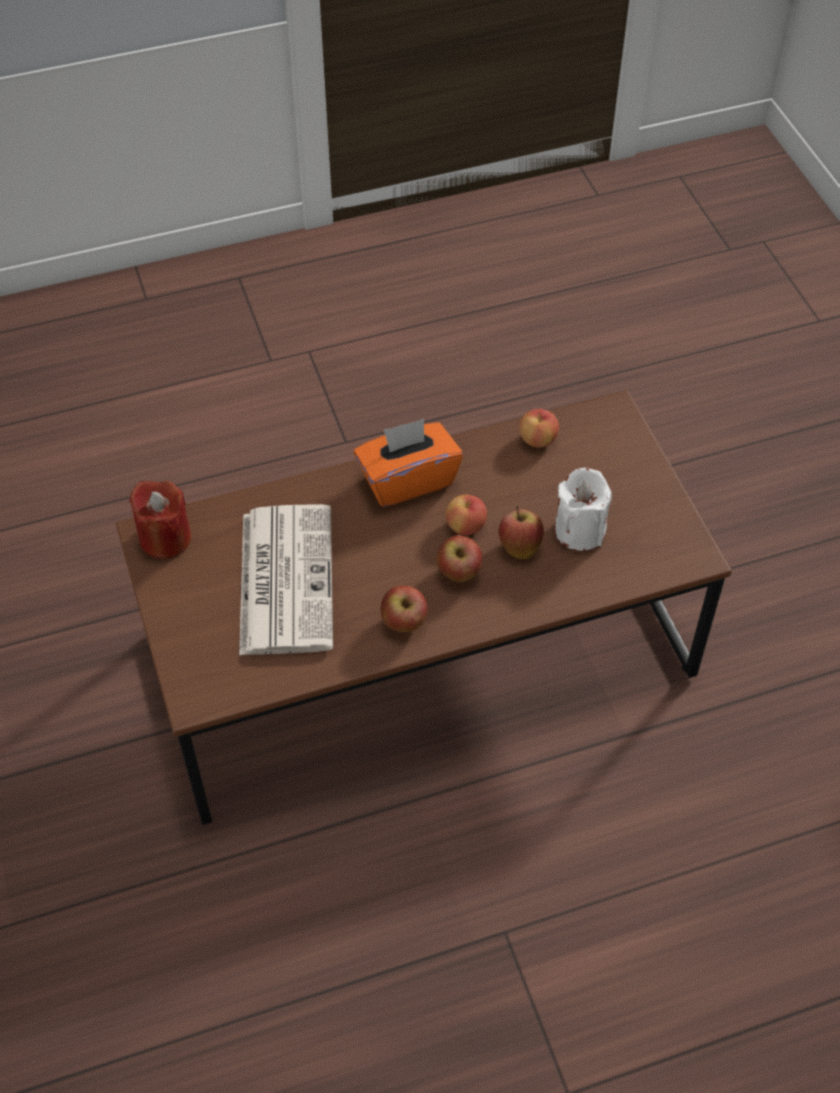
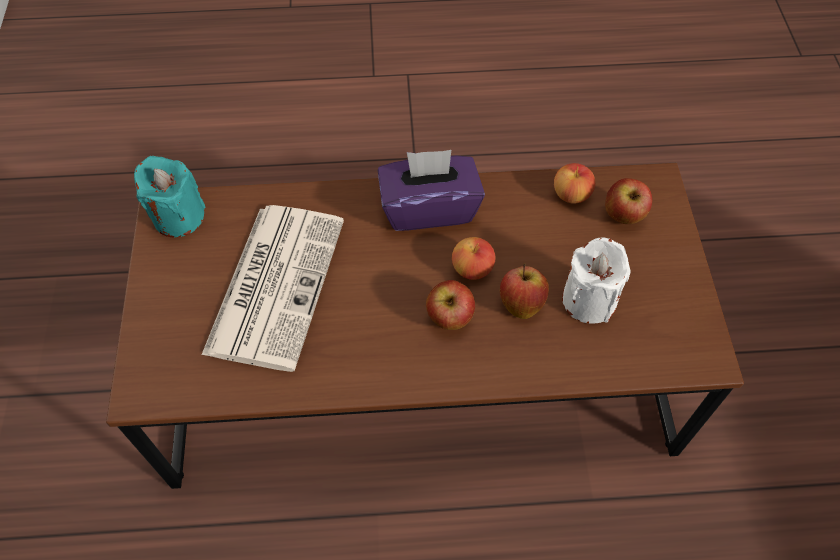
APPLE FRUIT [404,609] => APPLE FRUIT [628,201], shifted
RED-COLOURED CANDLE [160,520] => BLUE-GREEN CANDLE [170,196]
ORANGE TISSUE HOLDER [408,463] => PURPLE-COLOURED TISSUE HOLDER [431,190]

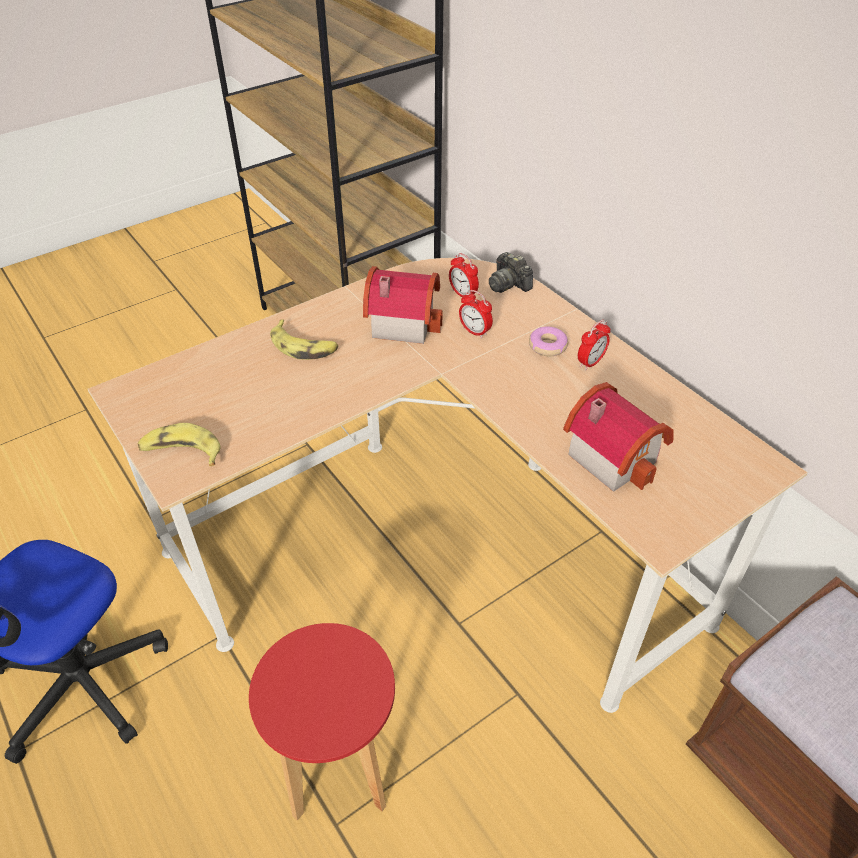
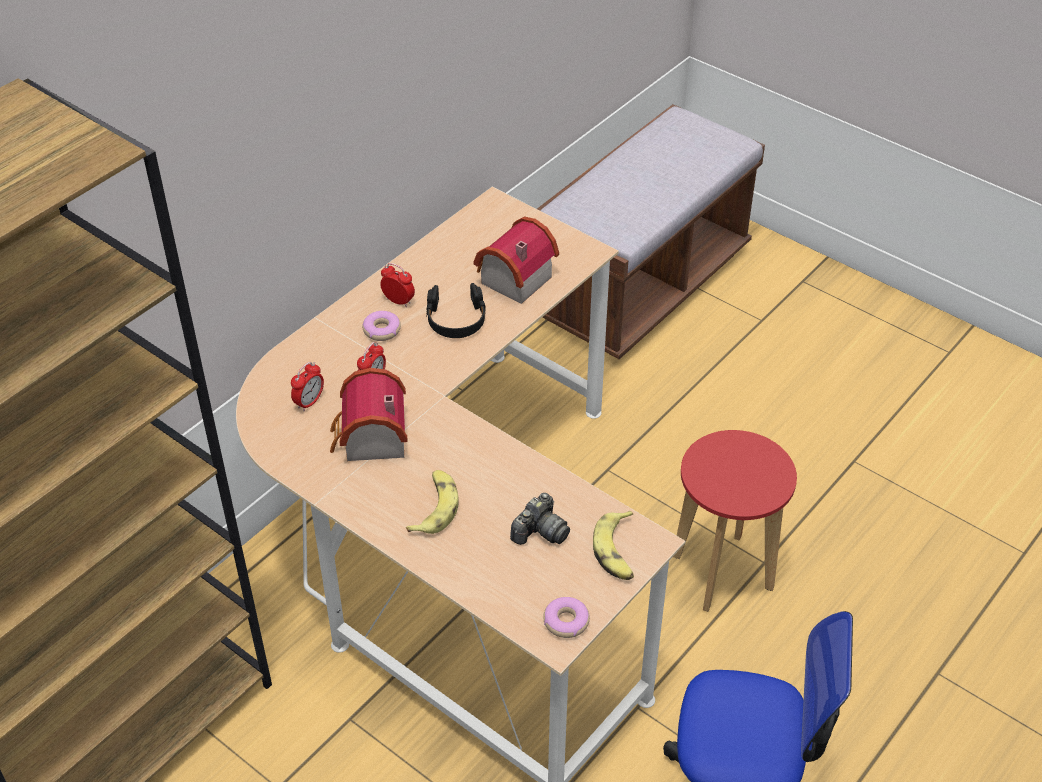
nothing => BLACK-COLOURED HEADPHONES [456,310]
nothing => DONUT [566,617]
STILL CAMERA [511,272] => STILL CAMERA [540,519], shifted

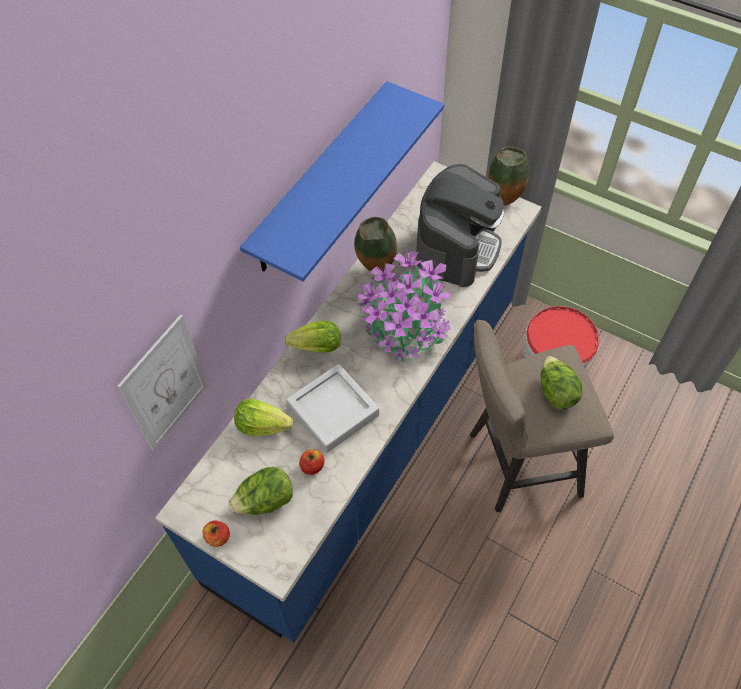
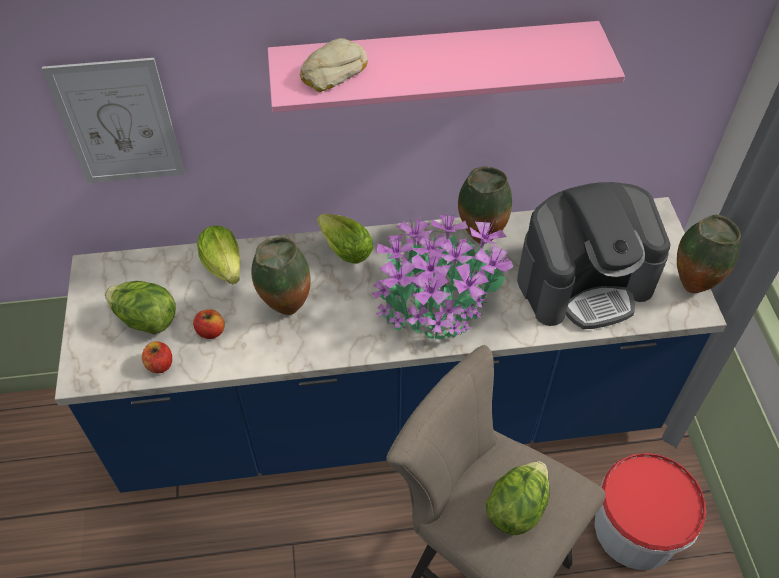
nothing => BREAD [334,65]
APPLE FRUIT [216,534] => APPLE FRUIT [157,357], shifted
GREYISH TRAY [332,408] => VASE [281,276]
BLUISH BRACKET SHELF [342,181] => PINK BRACKET SHELF [446,66]

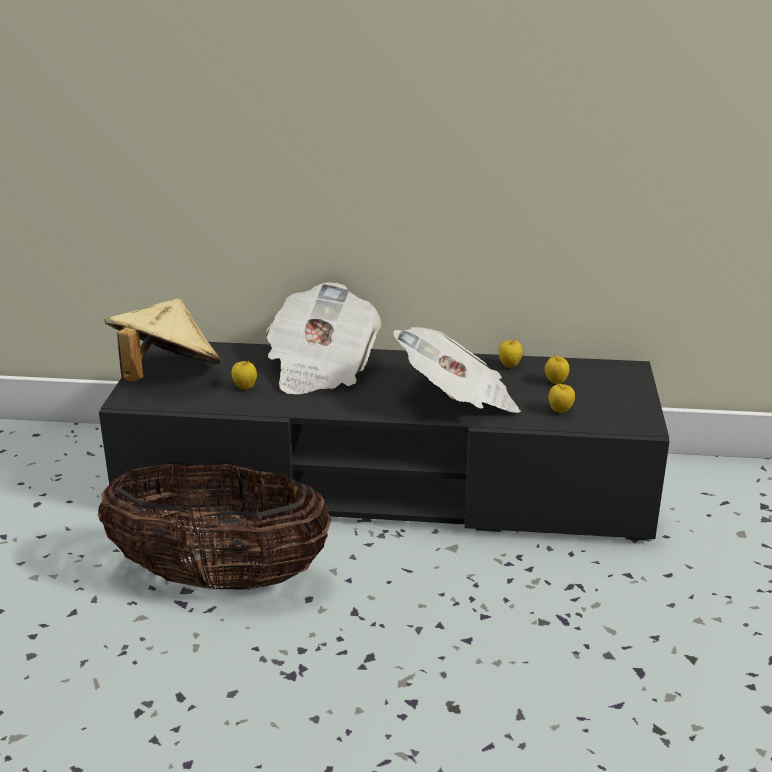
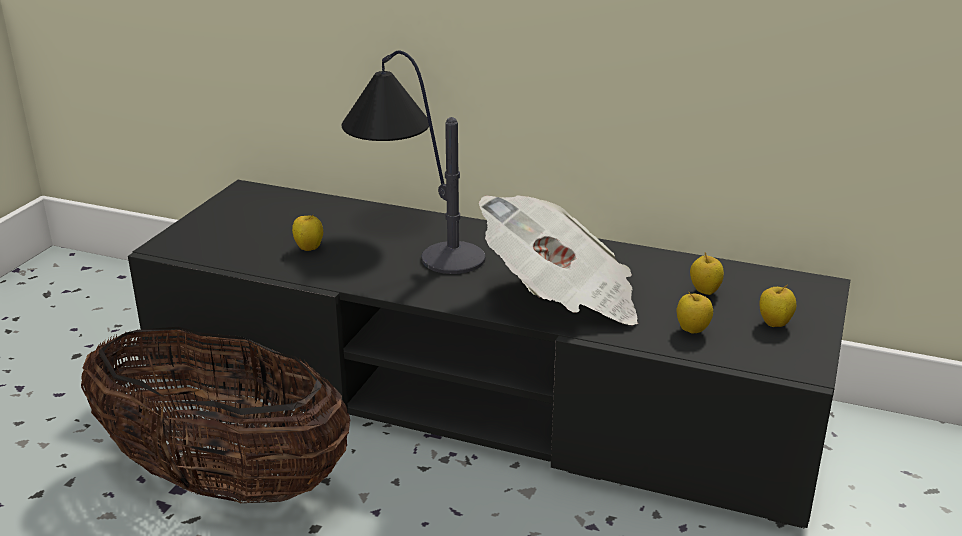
SAND-COLOURED WEARABLE HAT [162,340] => nothing
APPLE FRUIT [511,353] => APPLE FRUIT [778,306], shifted
DAILY PAPER [323,338] => TABLETOP LAMP [413,162]

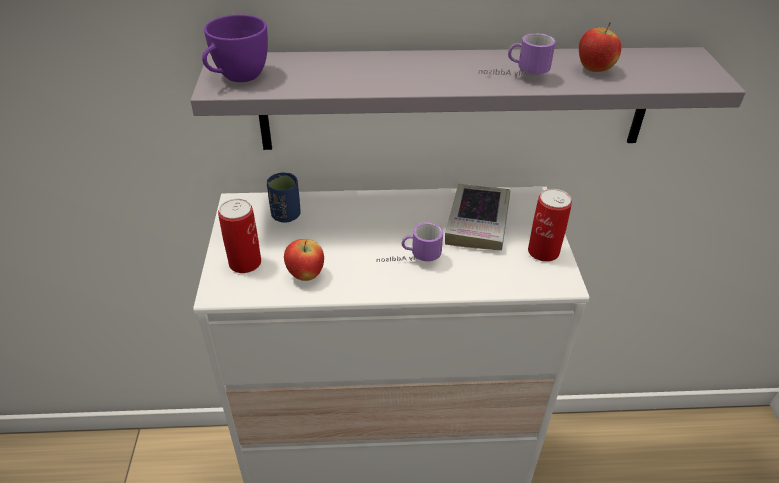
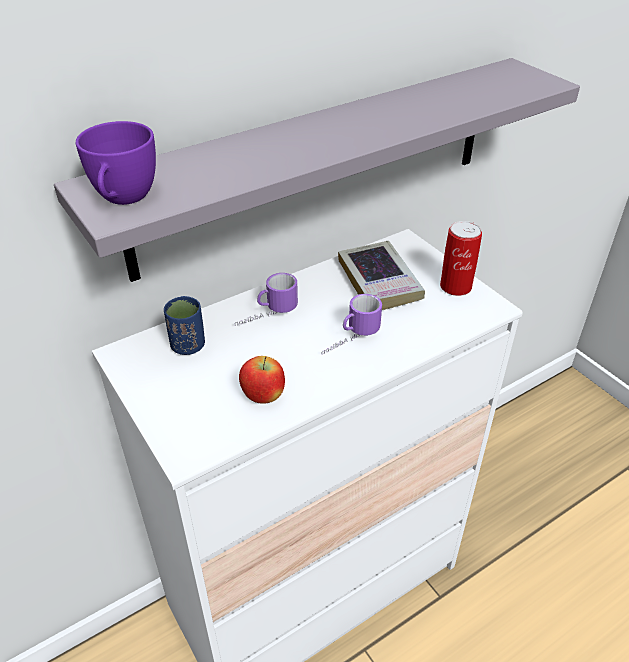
SEALED CAN [239,236] => nothing
APPLE FRUIT [600,47] => nothing
MUG [517,55] => MUG [266,299], shifted

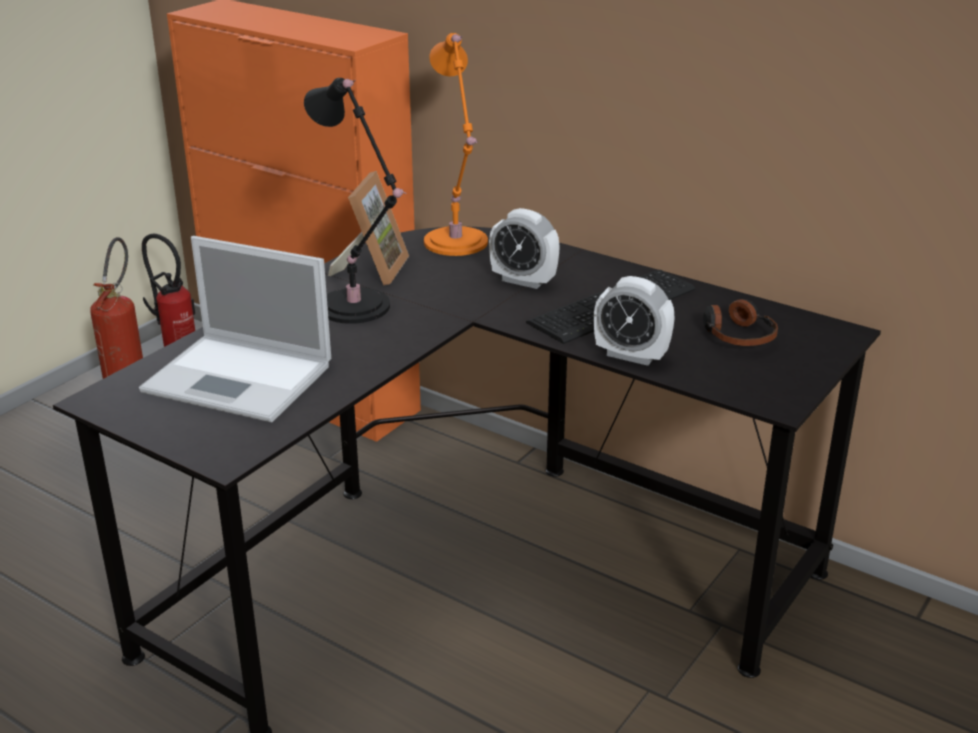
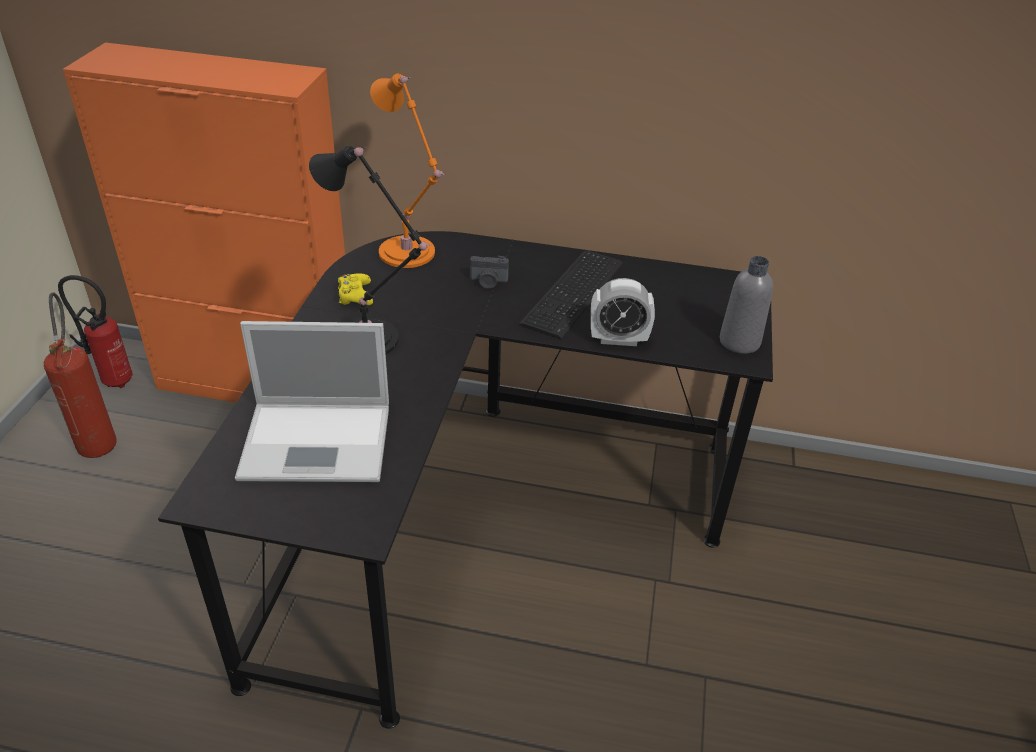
HEADPHONES [740,322] => nothing
nothing => GREYISH DRINK BOTTLE [746,305]
PICTURE FRAME [368,228] => YELLOW-COLOURED JOYPAD [355,289]
BEDSIDE CLOCK [524,248] => STILL CAMERA [489,272]

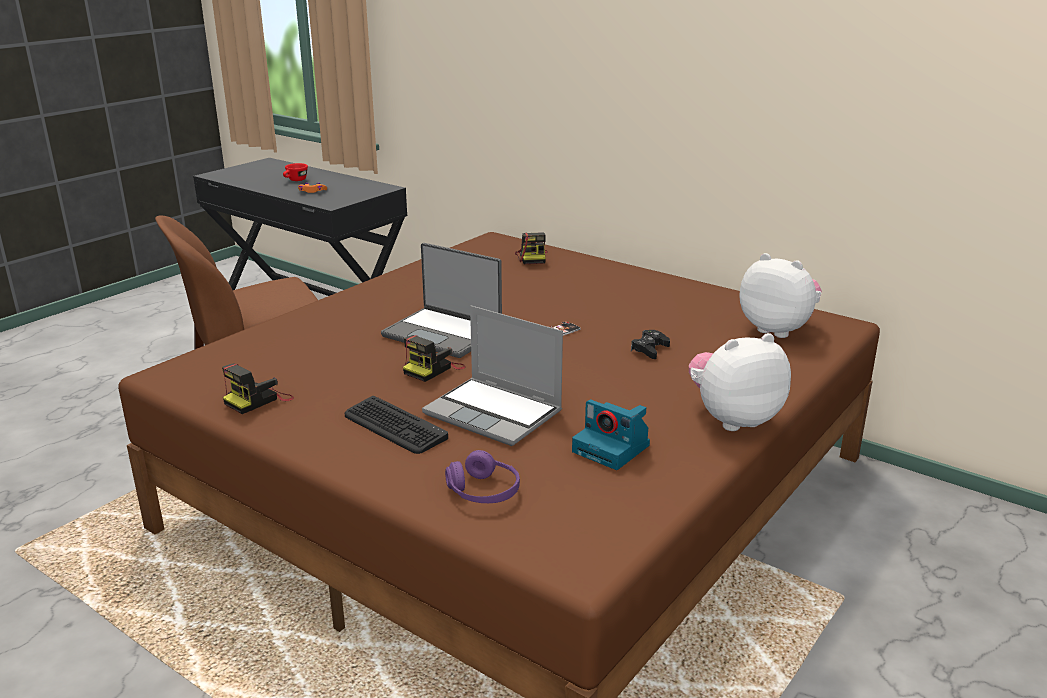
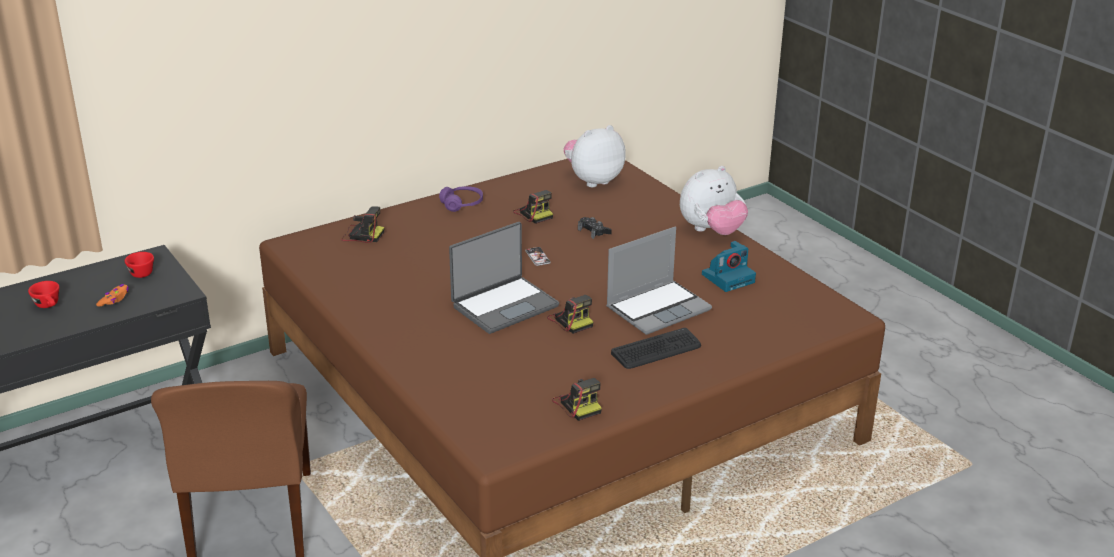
nothing => RED-COLOURED CUP [139,265]
nothing => STILL CAMERA [533,207]
PURPLE-COLOURED HEADPHONES [482,476] => PURPLE-COLOURED HEADPHONES [461,199], shifted
SOFT TOY [740,382] => SOFT TOY [714,200], 120 degrees counterclockwise

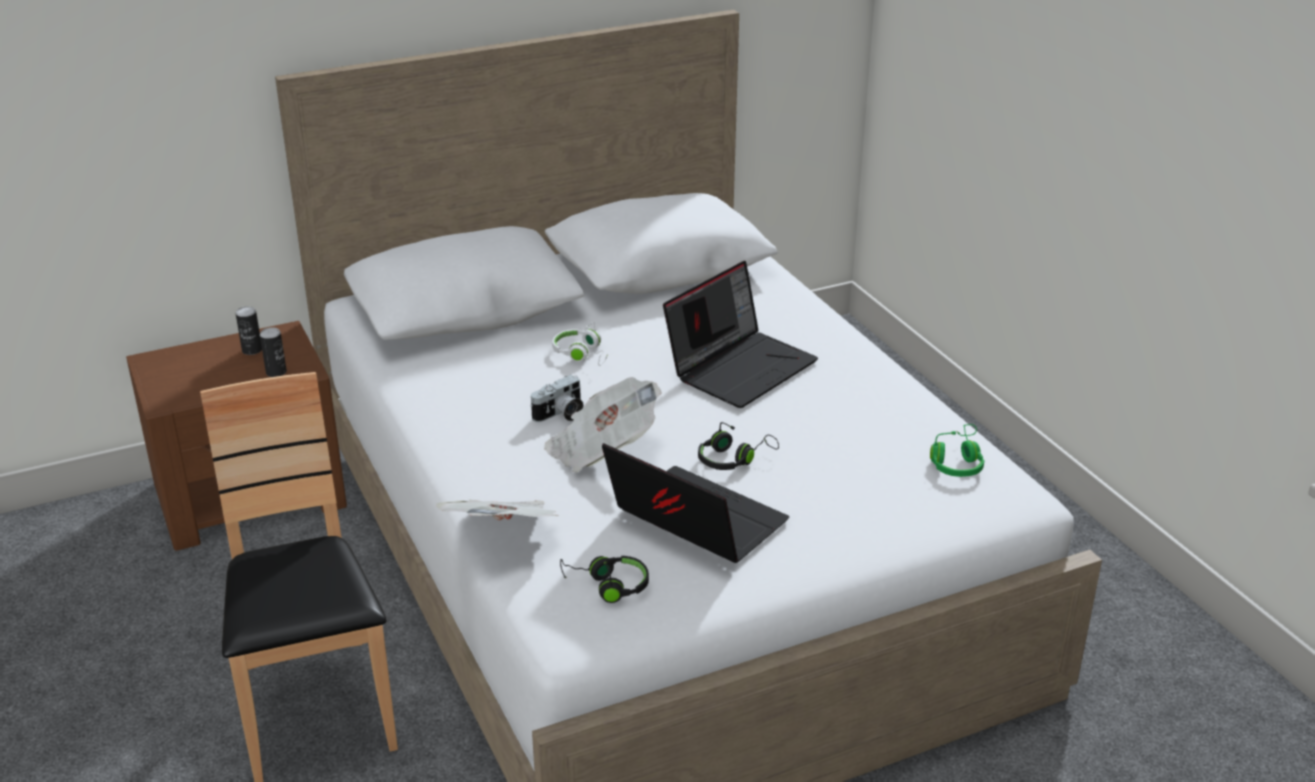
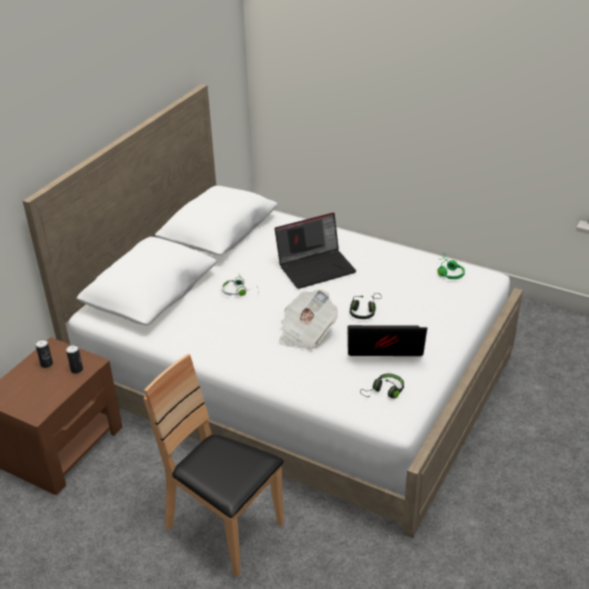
DAILY PAPER [497,510] => nothing
STILL CAMERA [557,398] => nothing
LAPTOP [740,334] => LAPTOP [315,251], 60 degrees clockwise

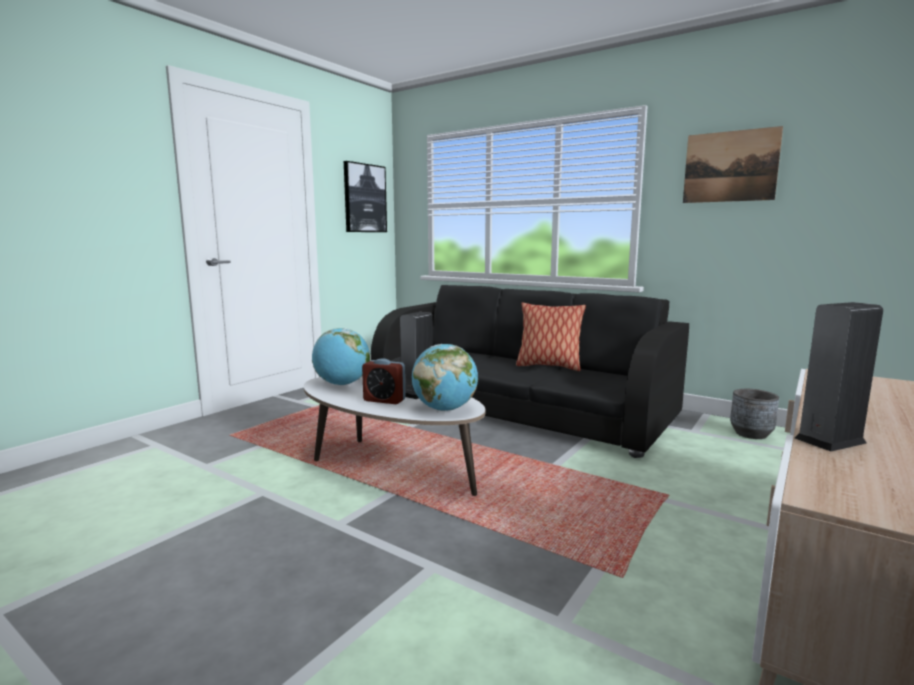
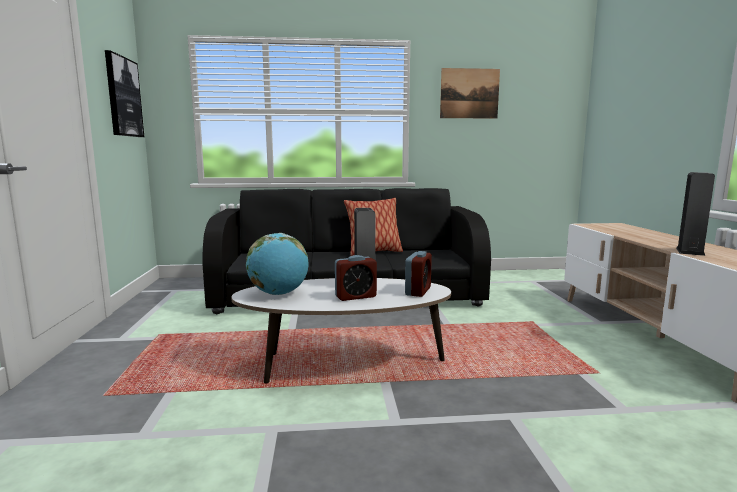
GREYISH FLOWER POT [754,414] => nothing
WORLD GLOBE [445,377] => BEDSIDE CLOCK [418,274]

